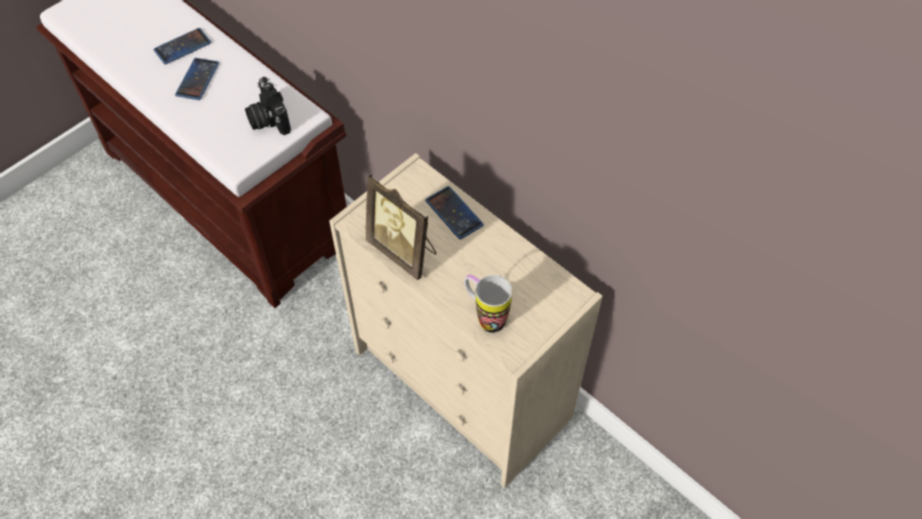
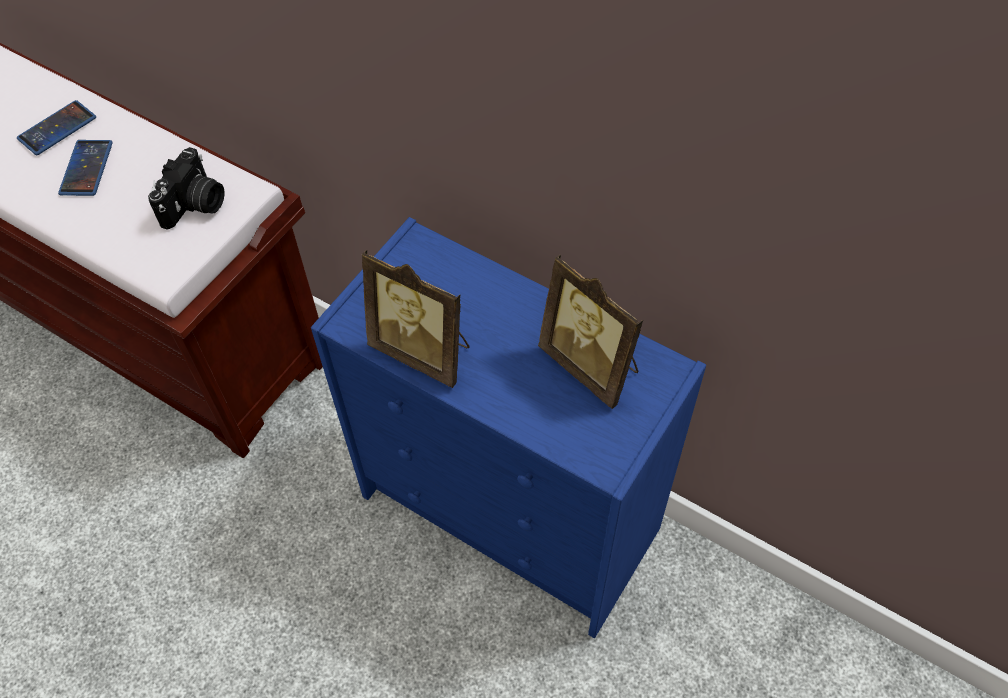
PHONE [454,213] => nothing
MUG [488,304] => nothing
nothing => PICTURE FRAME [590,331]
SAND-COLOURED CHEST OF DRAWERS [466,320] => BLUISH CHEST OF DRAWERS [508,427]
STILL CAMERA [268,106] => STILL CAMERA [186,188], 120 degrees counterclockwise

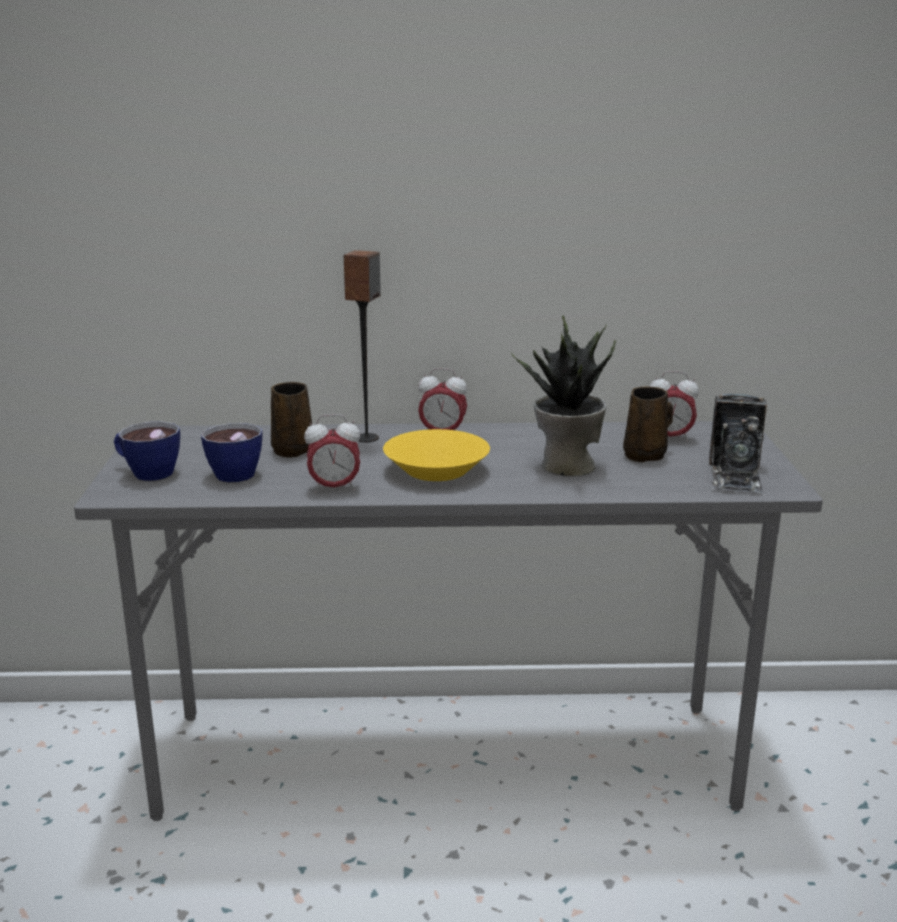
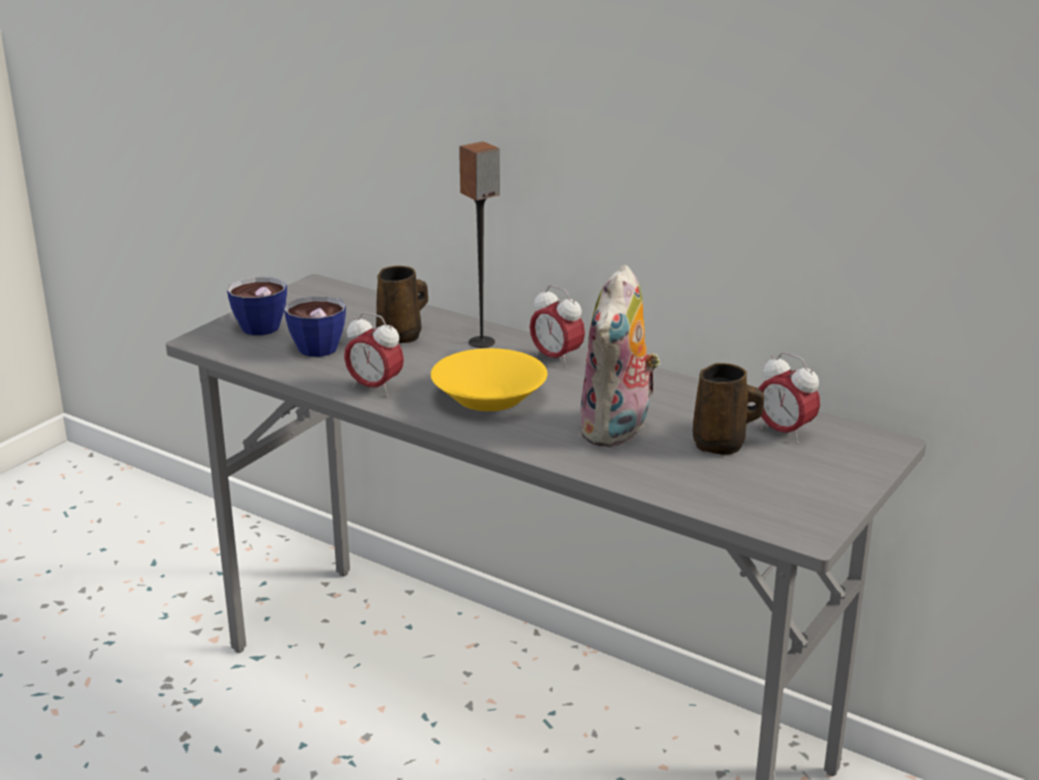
STILL CAMERA [738,443] => nothing
POTTED PLANT [563,395] => SOFT TOY [619,356]

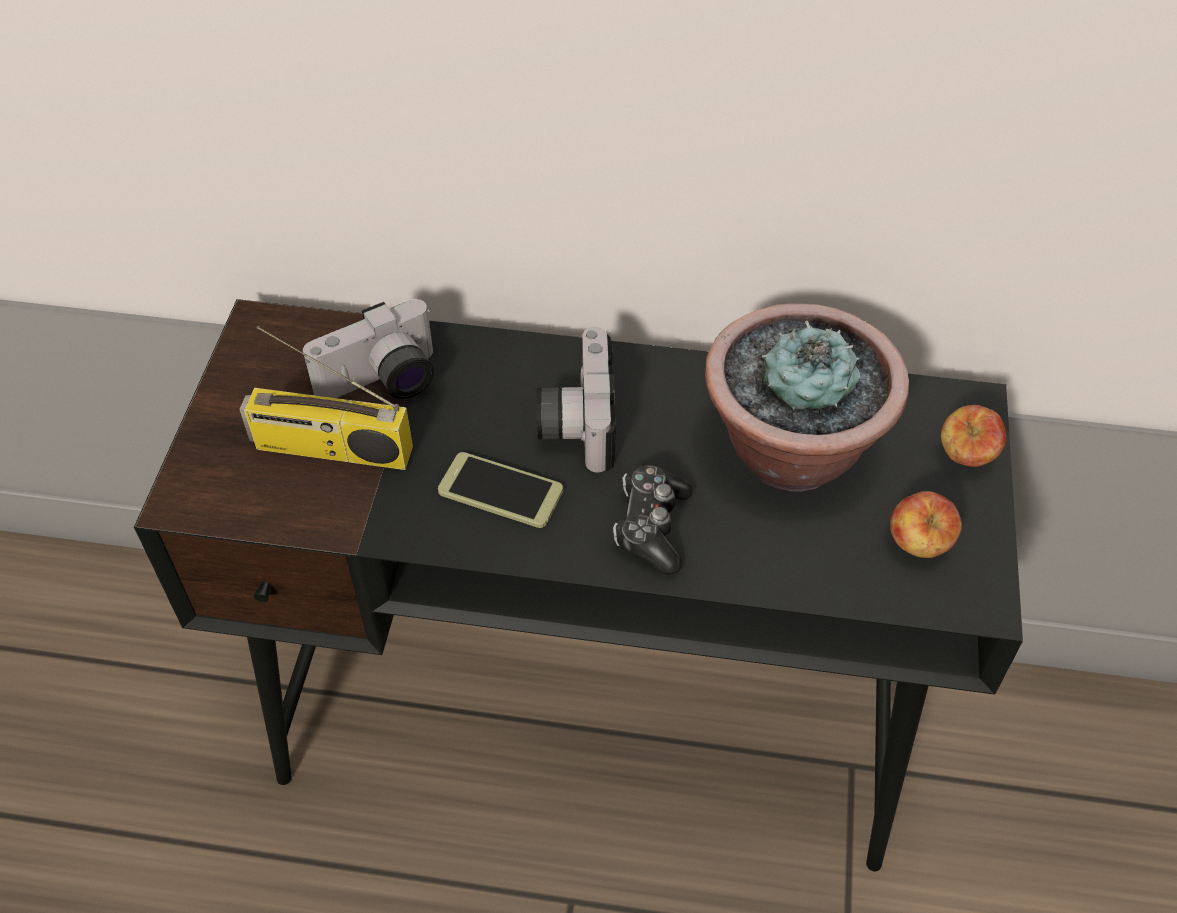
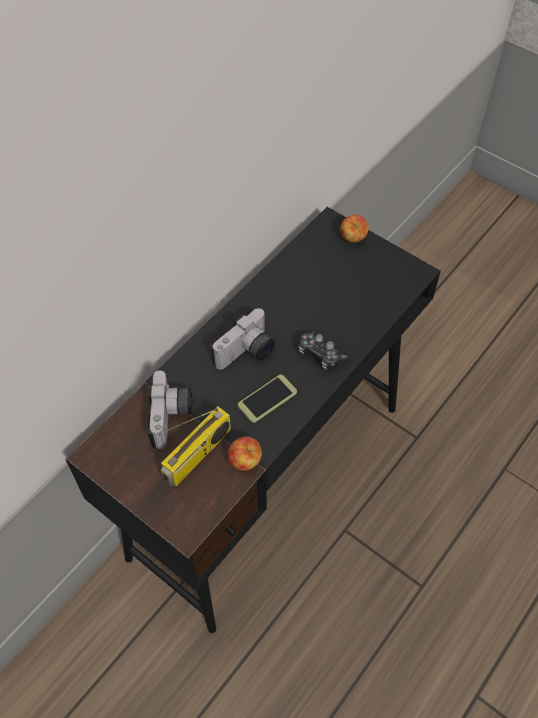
POTTED PLANT [807,397] => nothing
APPLE FRUIT [926,524] => APPLE FRUIT [245,453], shifted
STILL CAMERA [576,400] => STILL CAMERA [243,339], 75 degrees counterclockwise

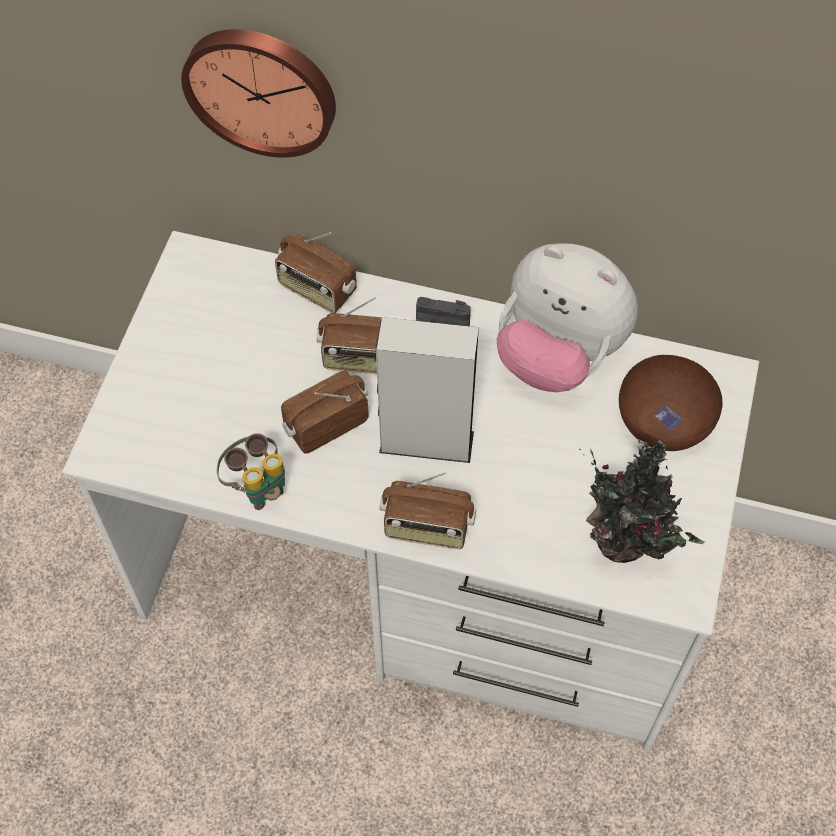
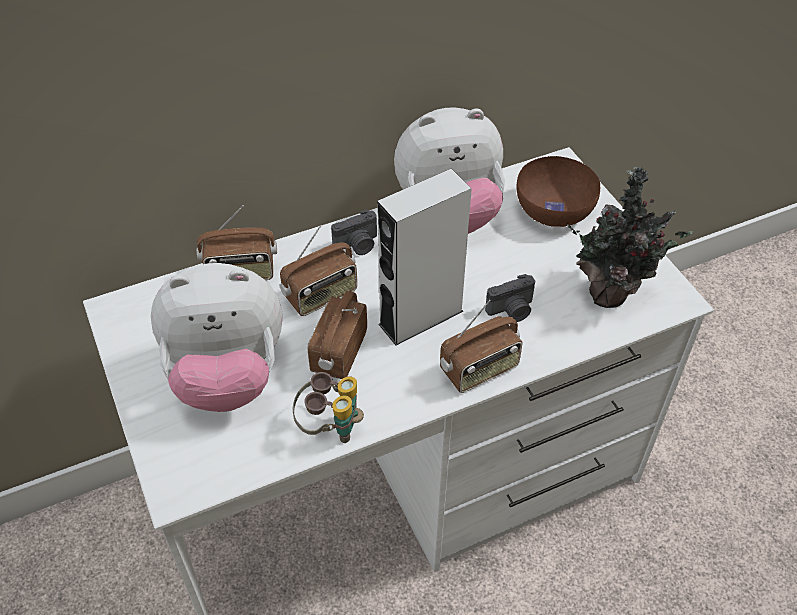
HANGING CLOCK [258,93] => nothing
nothing => SOFT TOY [216,337]
nothing => STILL CAMERA [510,298]

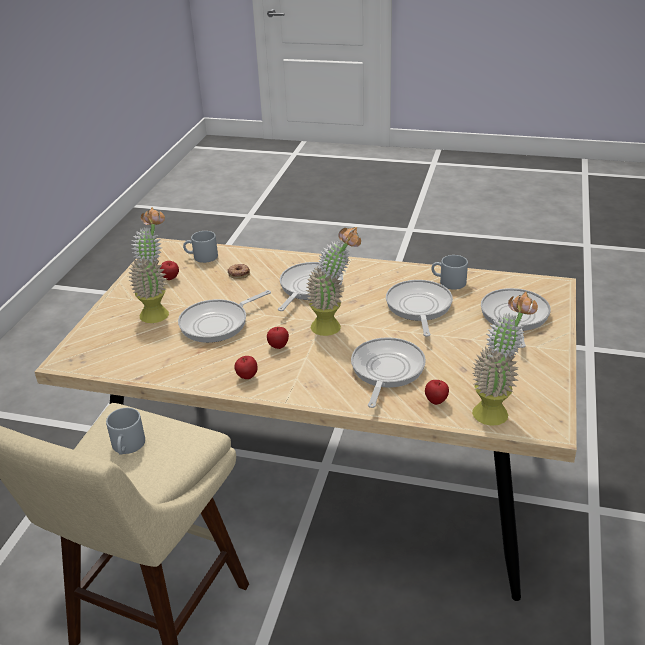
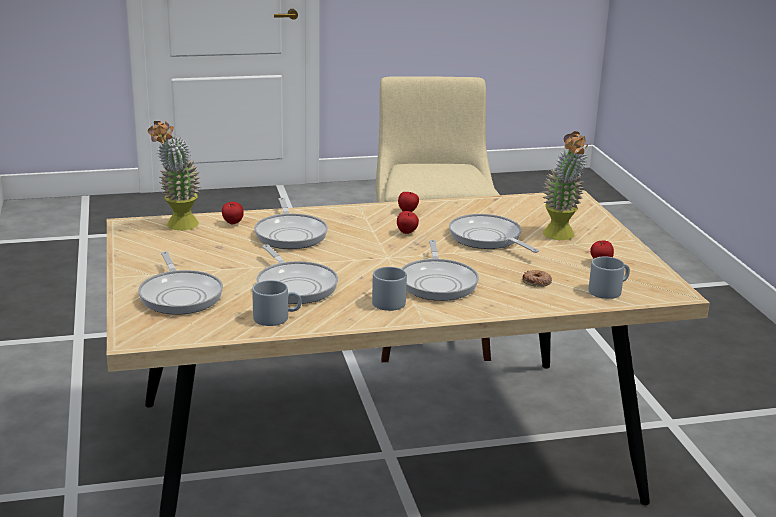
POTTED PLANT [333,281] => nothing
GREYISH MUG [125,431] => GREYISH MUG [389,289], shifted
FRYING PAN [224,316] => FRYING PAN [494,233], 60 degrees counterclockwise

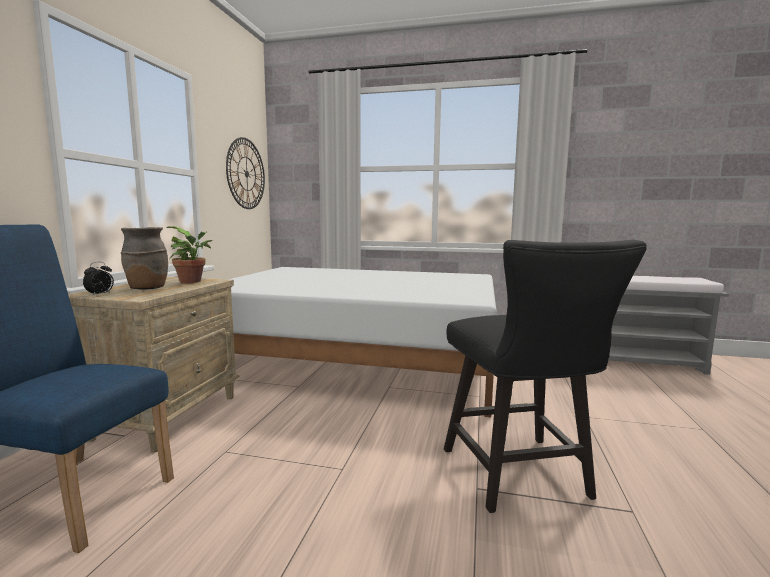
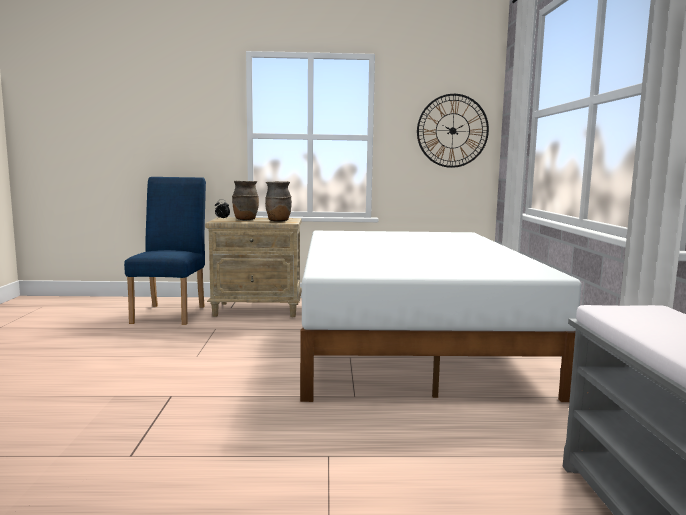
BLACK-COLOURED CHAIR [545,376] => nothing
POTTED PLANT [189,254] => BROWN VASE [278,201]

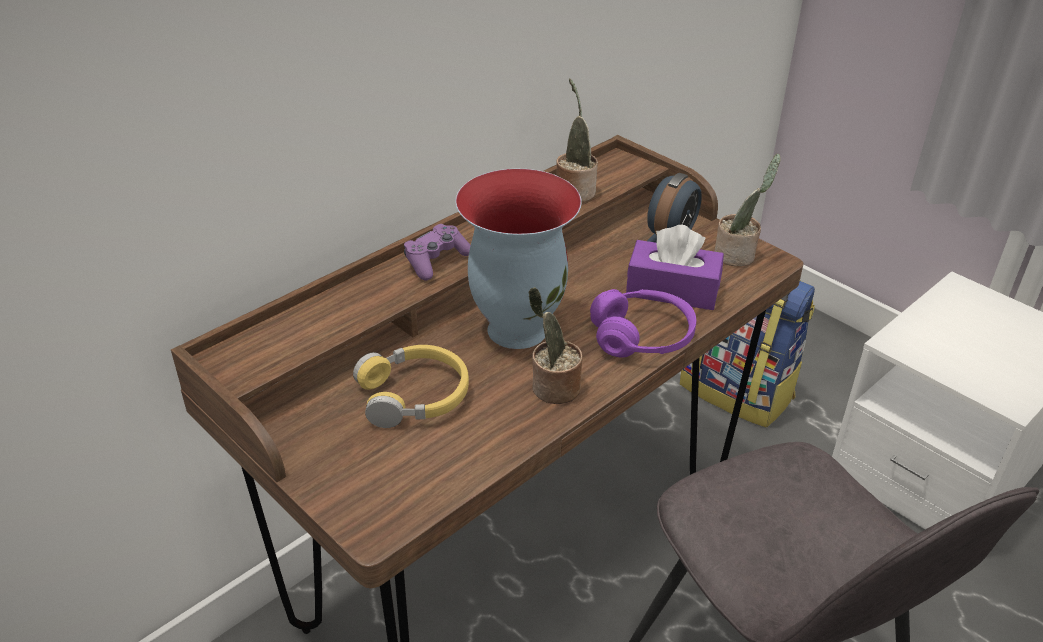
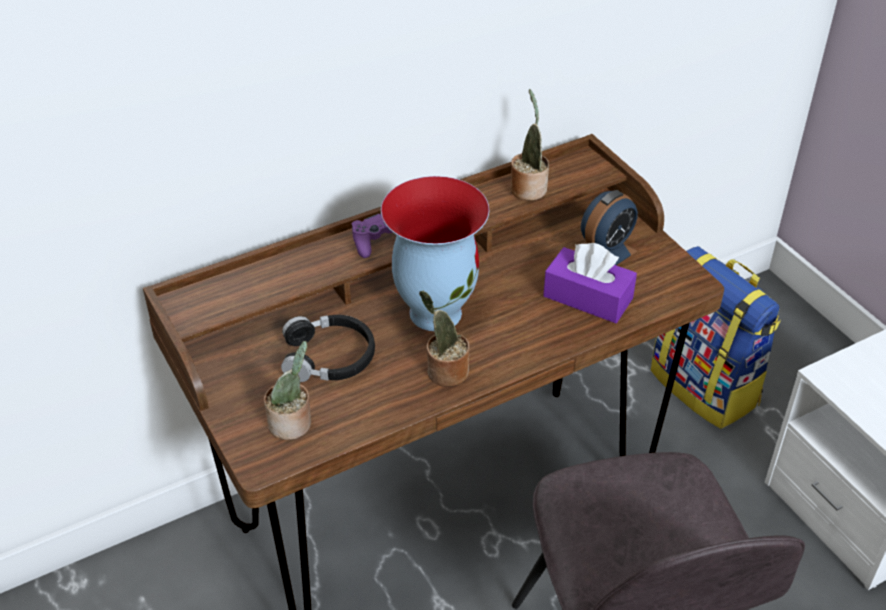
PURPLE-COLOURED HEADPHONES [643,323] => nothing
POTTED PLANT [747,210] => POTTED PLANT [287,390], shifted
YELLOW-COLOURED HEADPHONES [411,386] => BLACK-COLOURED HEADPHONES [328,348]

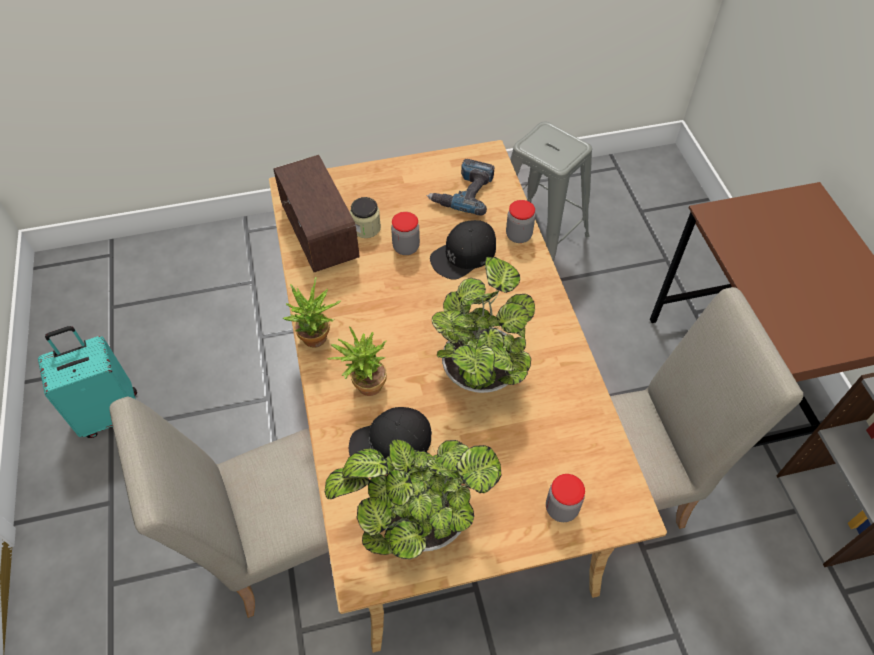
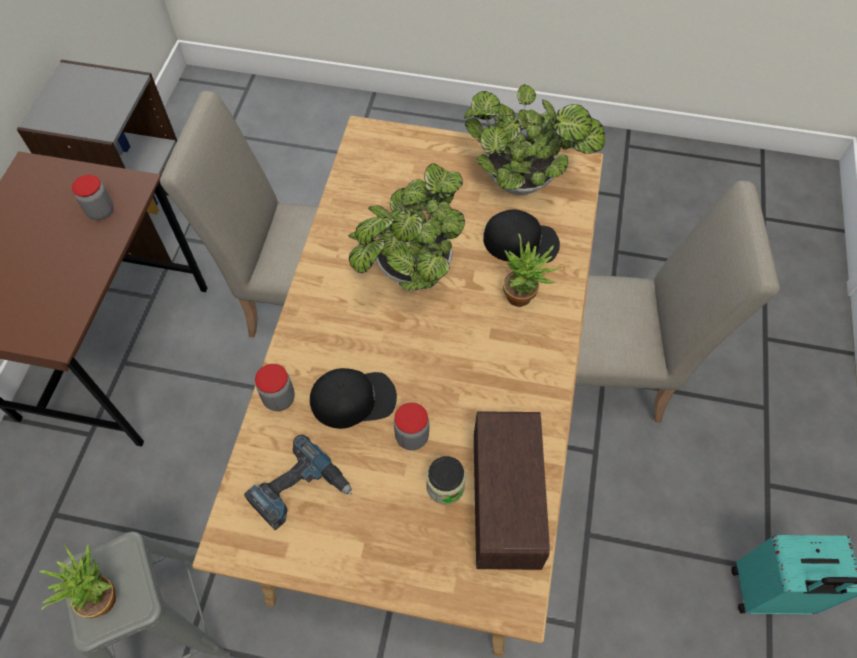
POTTED PLANT [312,312] => POTTED PLANT [77,581], shifted
JAR [565,498] => JAR [92,197], shifted

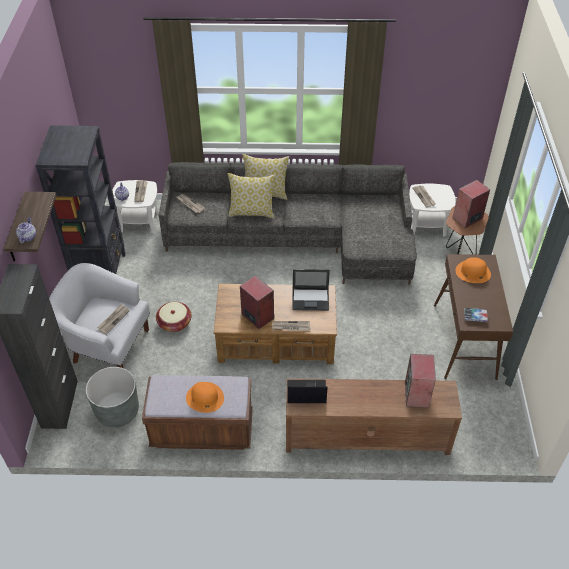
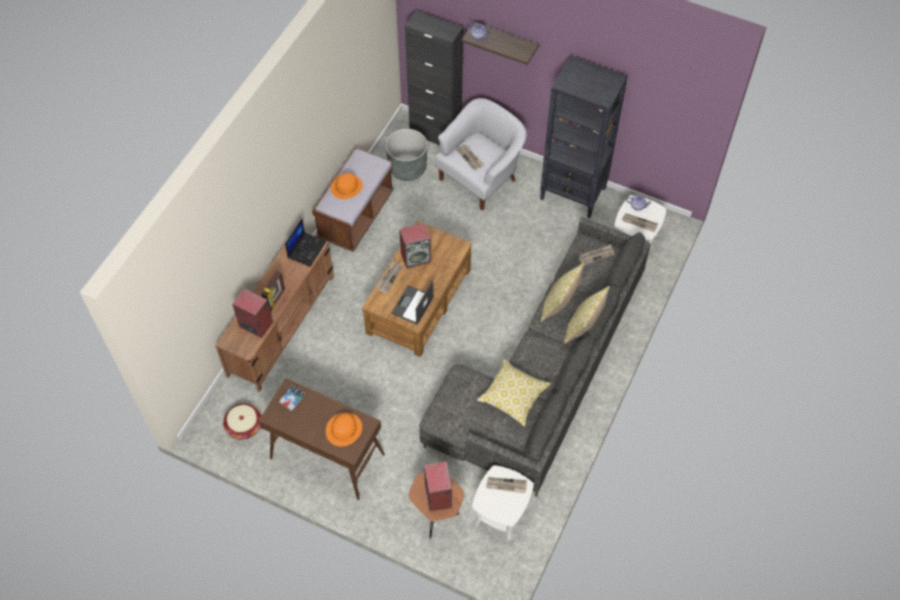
nothing => PICTURE FRAME [273,291]
nothing => THROW PILLOW [514,392]
HOUSEHOLD BASKET [173,317] => HOUSEHOLD BASKET [242,421], shifted

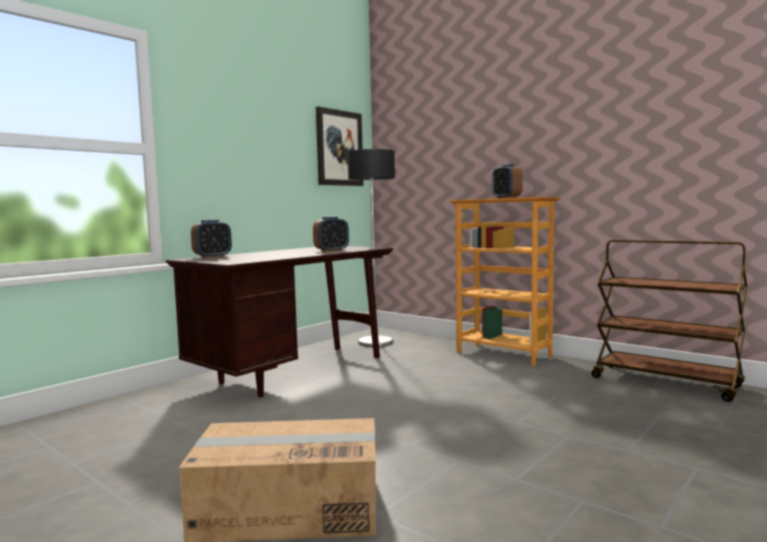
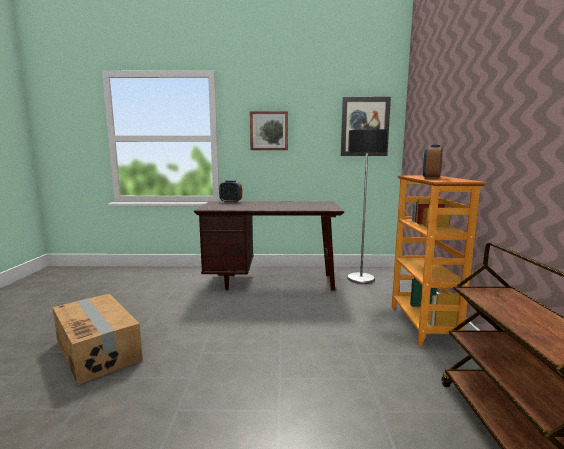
BEDSIDE CLOCK [331,234] => nothing
nothing => WALL ART [269,130]

